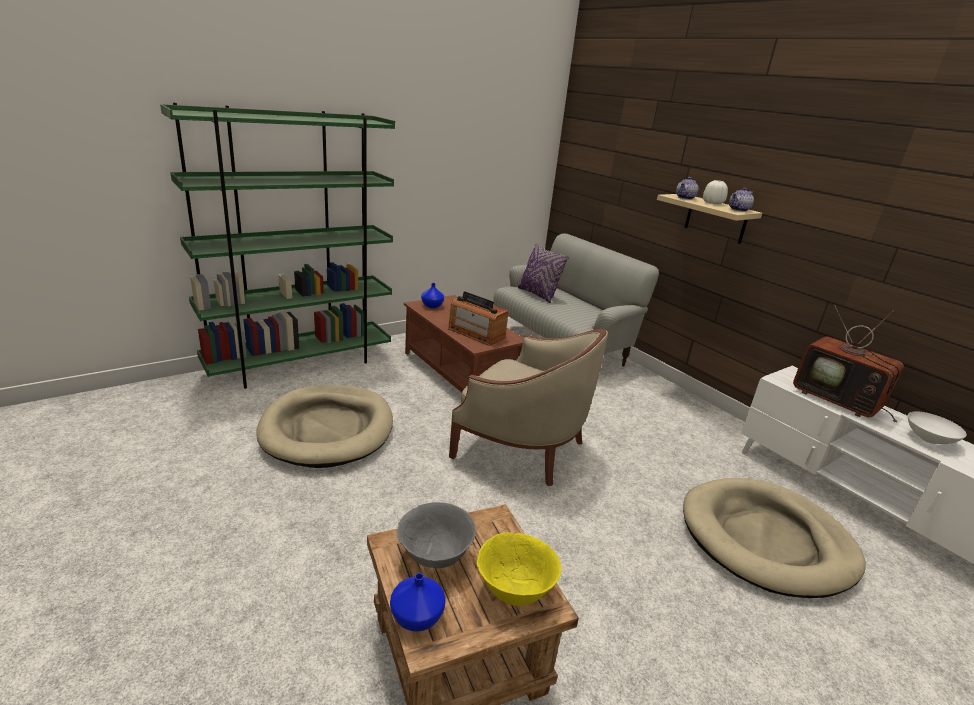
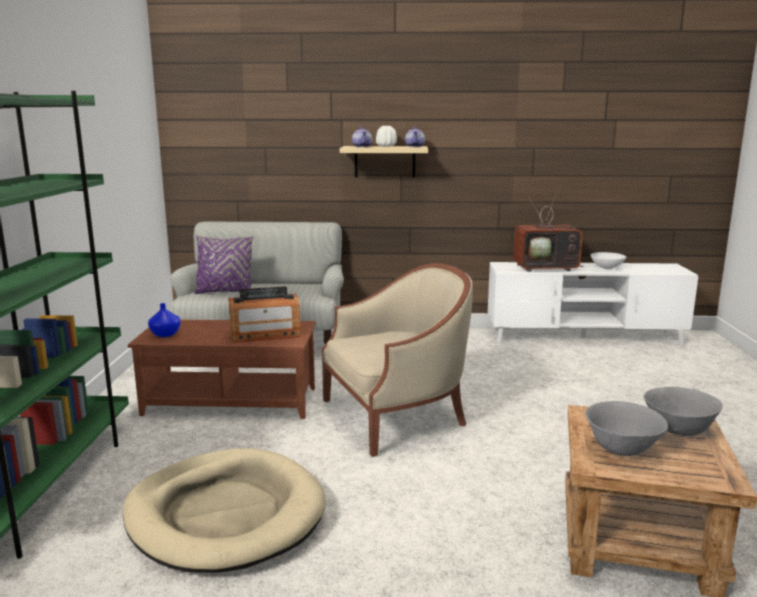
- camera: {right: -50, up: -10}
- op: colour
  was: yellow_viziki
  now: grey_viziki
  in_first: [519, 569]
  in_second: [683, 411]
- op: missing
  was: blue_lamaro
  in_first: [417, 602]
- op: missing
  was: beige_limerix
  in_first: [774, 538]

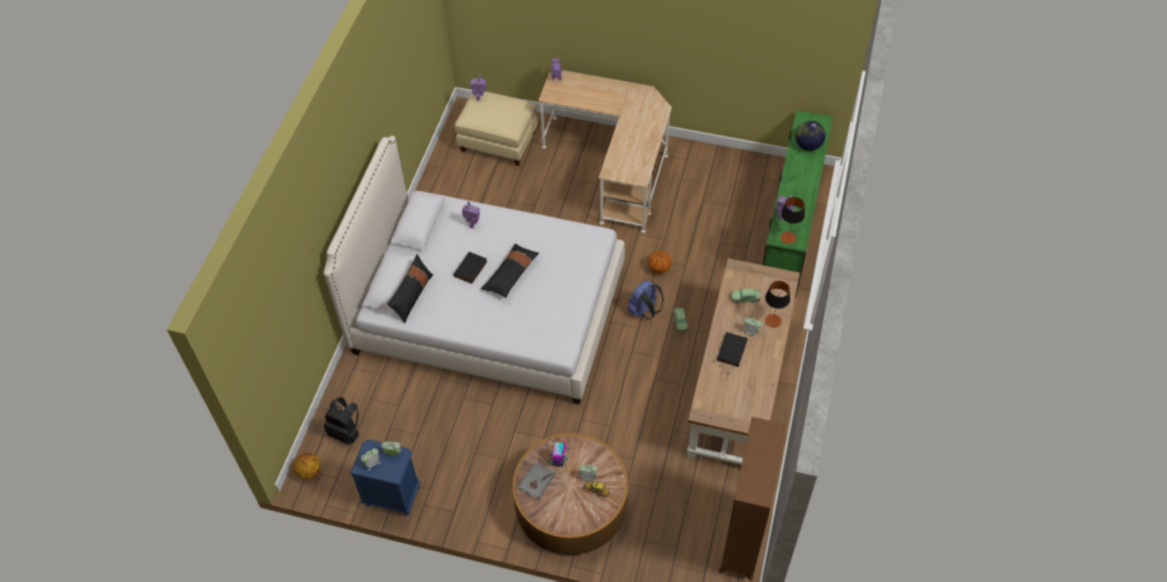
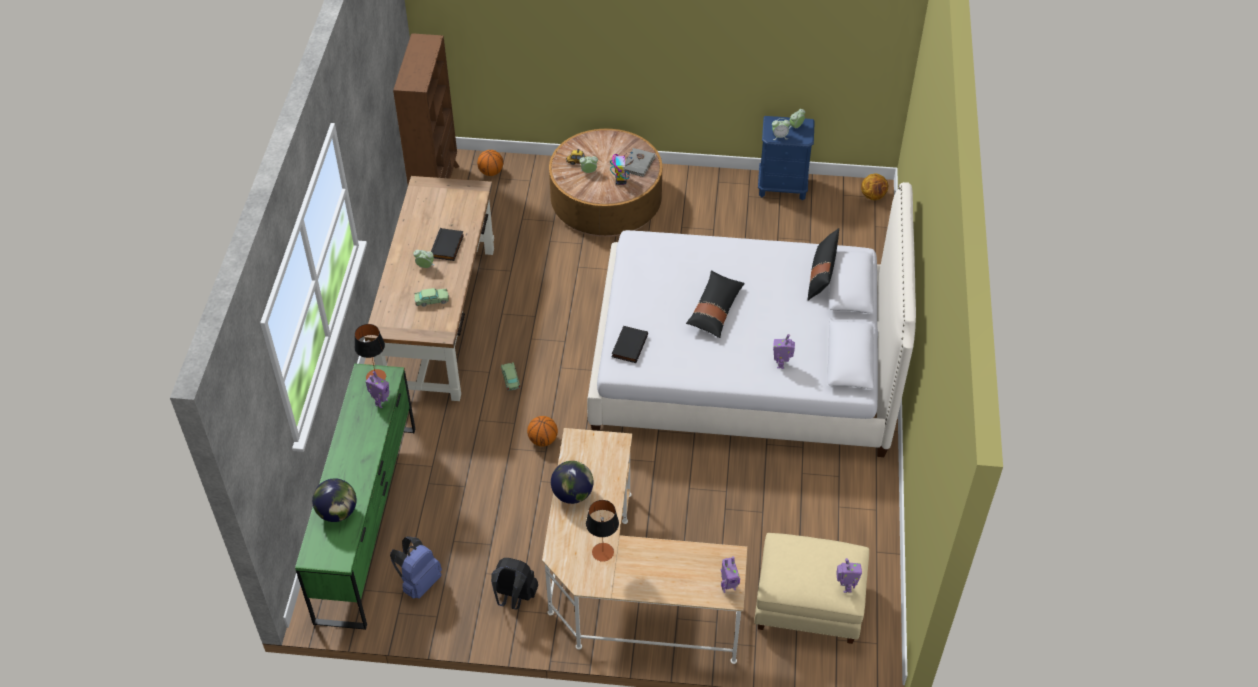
- camera: {right: 170, up: -5}
- op: relocated
  was: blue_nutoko
  in_first: [646, 299]
  in_second: [416, 567]
- op: appeared
  now: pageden
  in_second: [490, 163]
- op: relocated
  was: black_nutoko
  in_first: [341, 421]
  in_second: [514, 583]
- op: appeared
  now: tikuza
  in_second: [572, 482]
- op: relocated
  was: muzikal
  in_first: [777, 304]
  in_second: [602, 531]
- op: relocated
  was: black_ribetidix
  in_first: [470, 268]
  in_second: [630, 344]

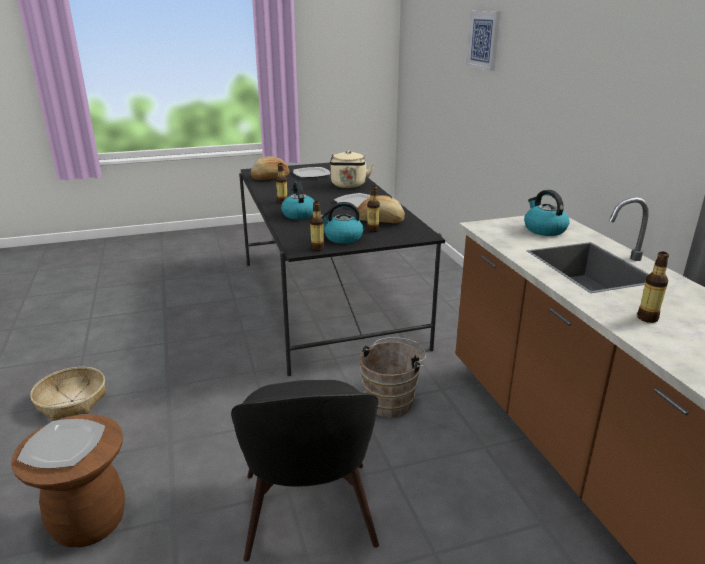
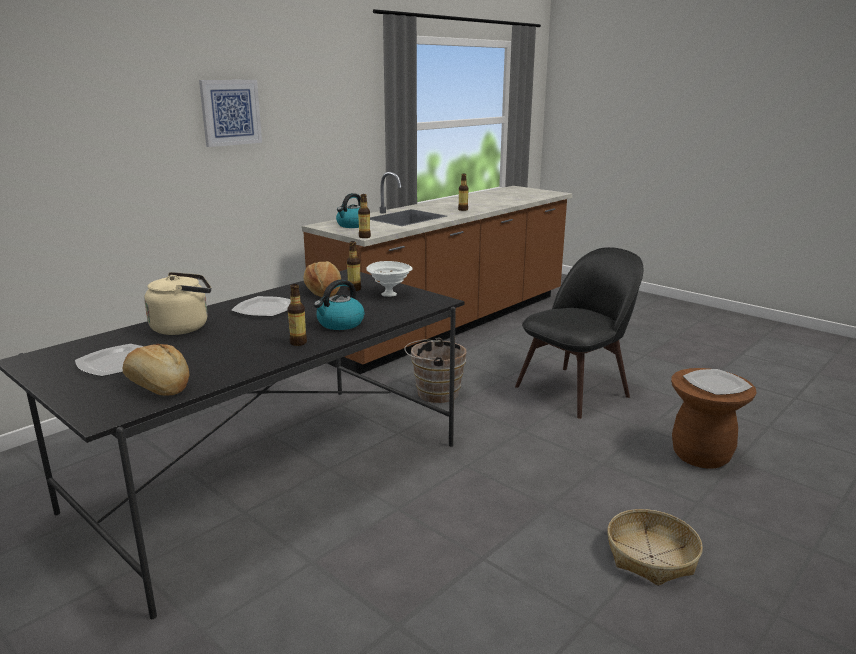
- camera: {right: -120, up: -5}
- op: relocated
  was: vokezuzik
  in_first: [483, 41]
  in_second: [230, 113]
- op: relocated
  was: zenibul
  in_first: [317, 226]
  in_second: [364, 216]
- op: exchanged
  was: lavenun
  now: white_viziki
  in_first: [342, 223]
  in_second: [389, 279]

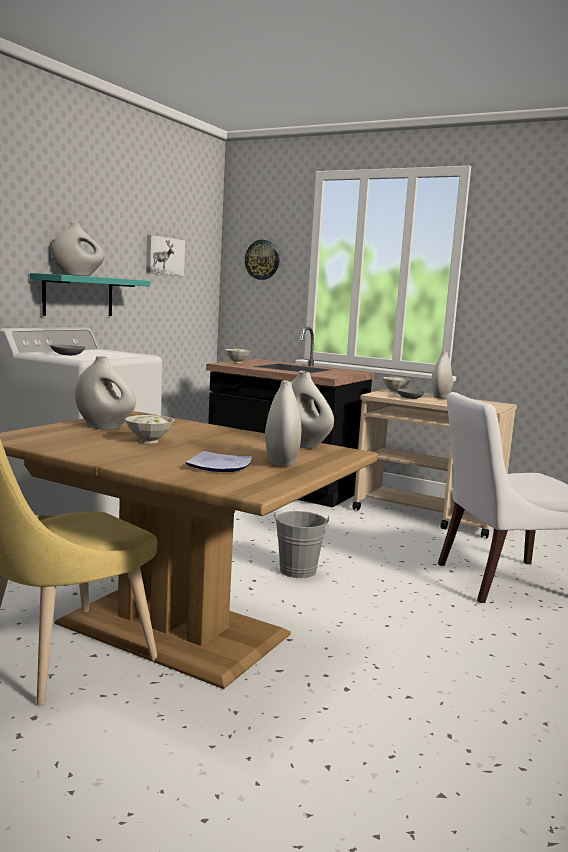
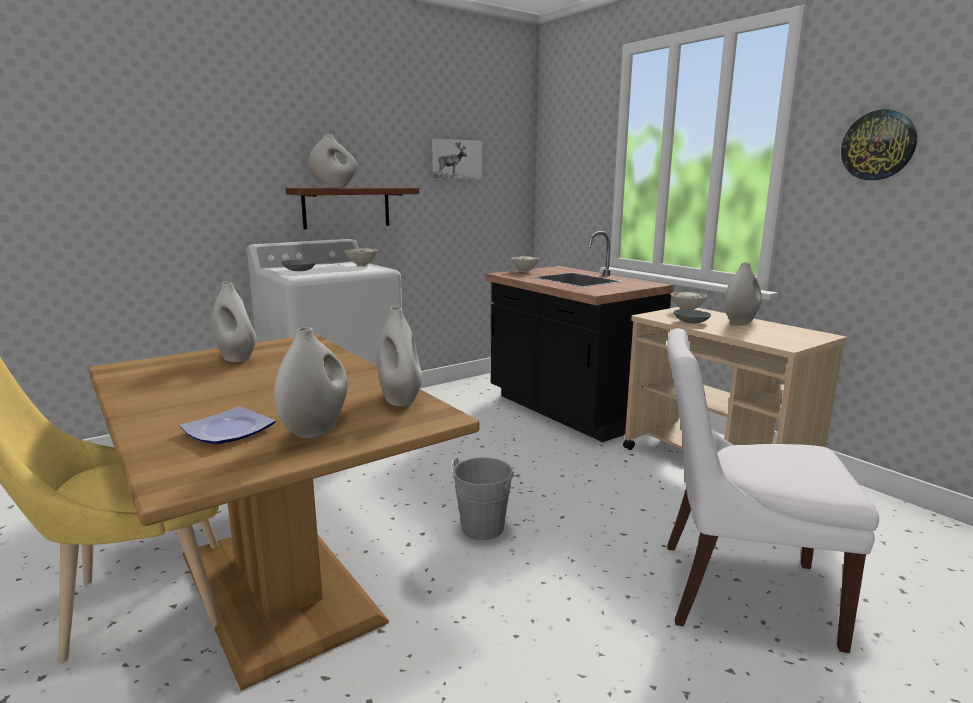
- camera: {right: 25, up: 5}
- op: colour
  was: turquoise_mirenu
  now: brown_mirenu
  in_first: [90, 294]
  in_second: [352, 208]
- op: relocated
  was: white_viziki
  in_first: [149, 429]
  in_second: [361, 257]
- op: relocated
  was: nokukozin
  in_first: [262, 260]
  in_second: [879, 144]

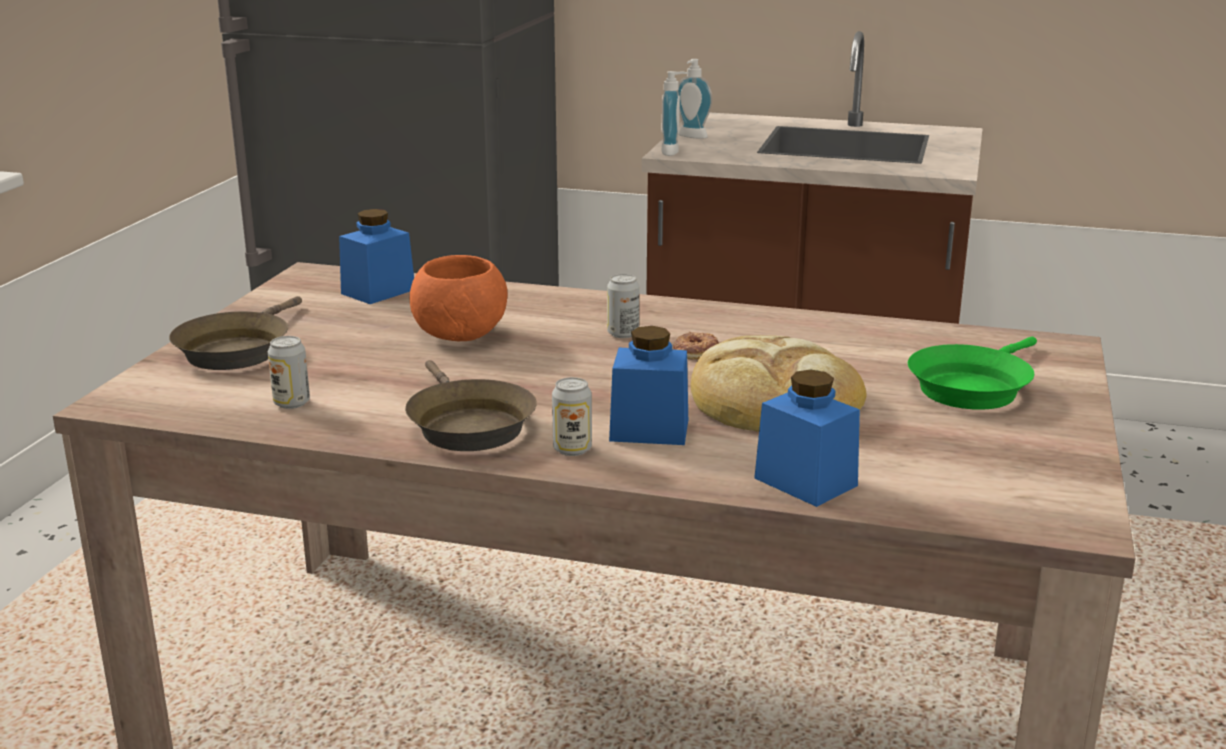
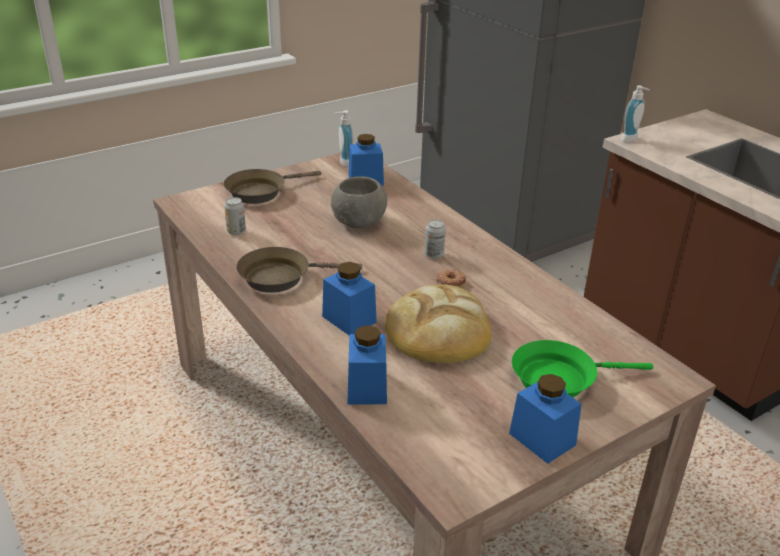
- camera: {right: 40, up: 10}
- op: spun
  was: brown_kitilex
  in_first: [471, 405]
  in_second: [299, 270]
  clockwise: 60
- op: colour
  was: orange_viziki
  now: grey_viziki
  in_first: [459, 298]
  in_second: [359, 202]
- op: relocated
  was: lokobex
  in_first: [695, 99]
  in_second: [343, 139]
- op: appeared
  now: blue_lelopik
  in_second: [545, 419]
- op: missing
  was: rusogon
  in_first: [572, 416]

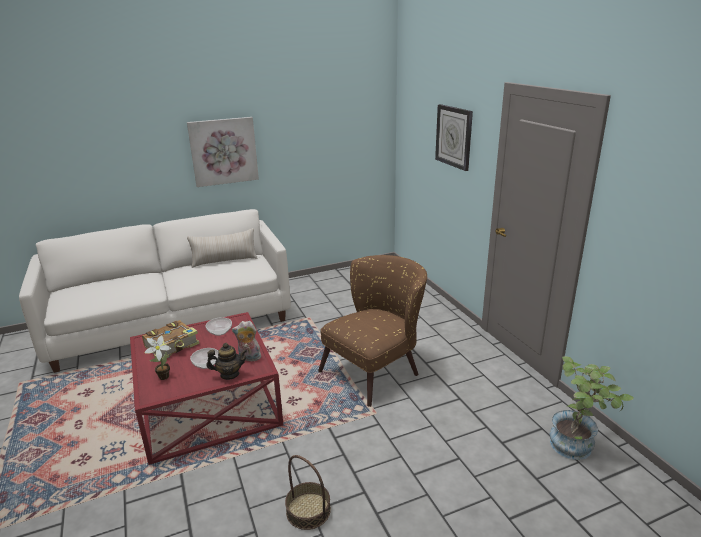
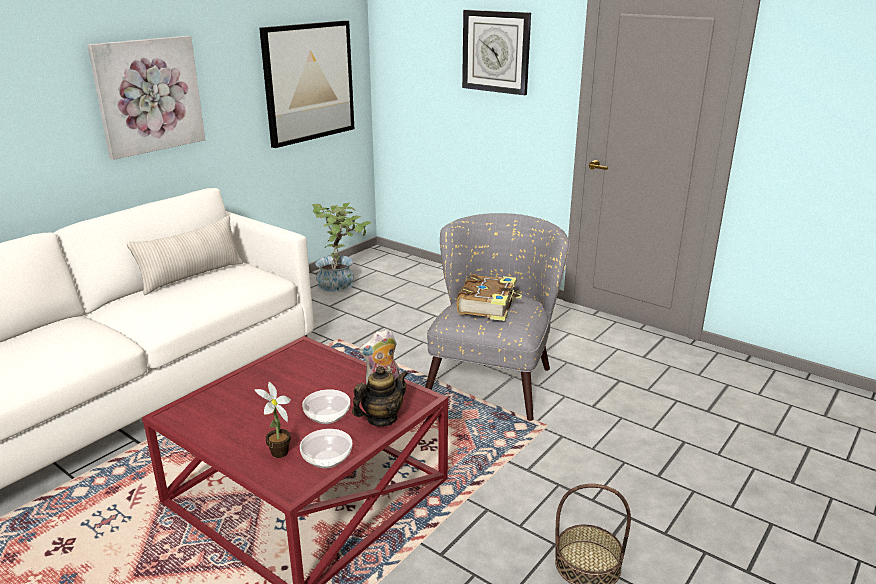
- camera: {right: -30, up: 0}
- op: appeared
  now: vokezuzik
  in_second: [306, 84]
- op: relocated
  was: viziki
  in_first: [219, 326]
  in_second: [326, 448]
- op: relocated
  was: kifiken
  in_first: [591, 408]
  in_second: [342, 246]
- op: colour
  was: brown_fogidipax
  now: grey_fogidipax
  in_first: [372, 331]
  in_second: [497, 317]
- op: relocated
  was: ribetidix
  in_first: [171, 340]
  in_second: [489, 297]

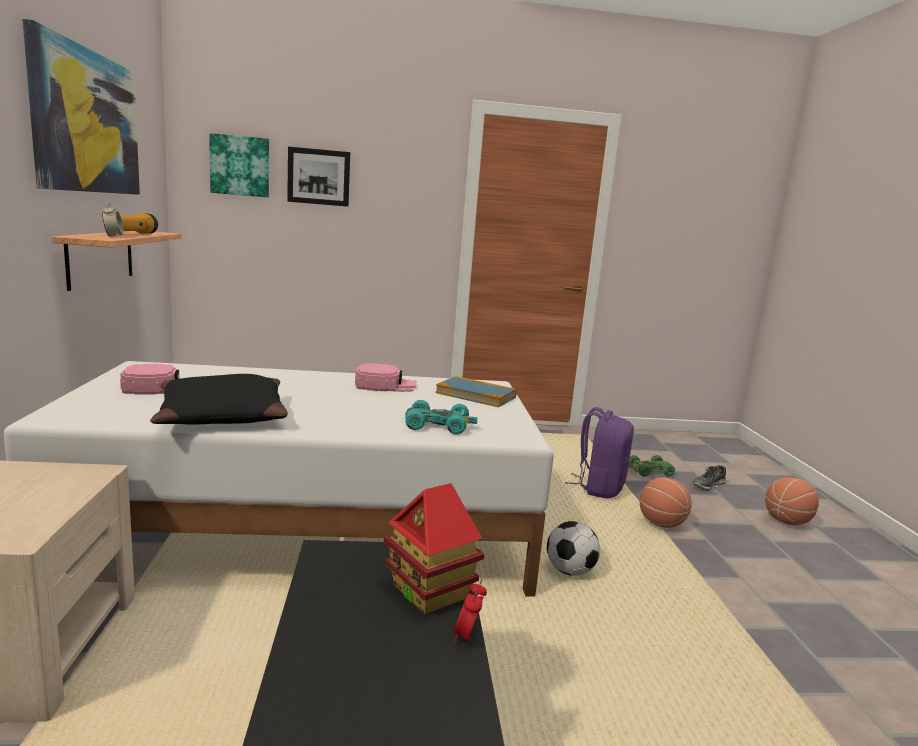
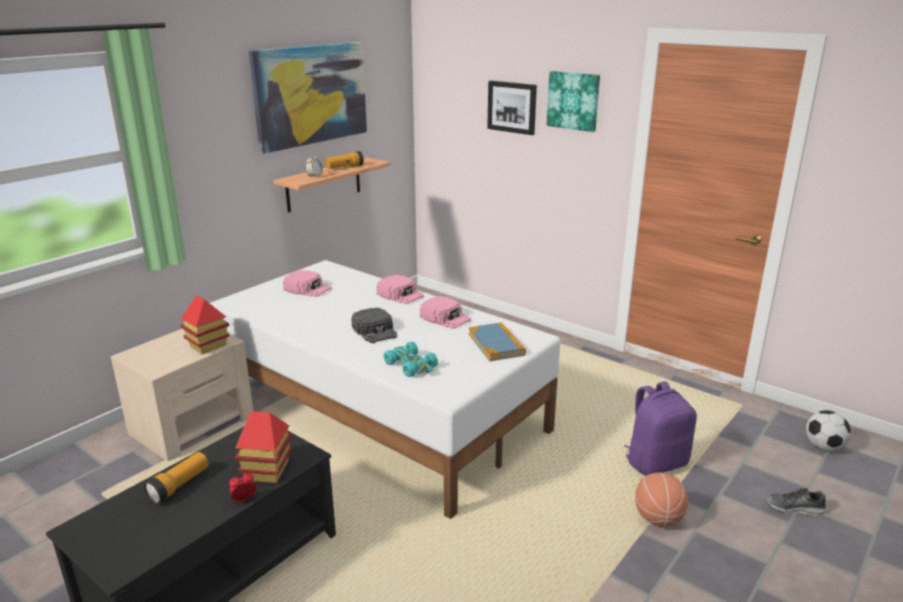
- camera: {right: 45, up: 10}
- op: appeared
  now: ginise
  in_second: [176, 478]
- op: appeared
  now: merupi
  in_second: [205, 324]
- op: appeared
  now: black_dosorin
  in_second: [374, 325]
- op: appeared
  now: pink_dosorin
  in_second: [400, 289]
- op: relocated
  was: vokezuzik
  in_first: [239, 165]
  in_second: [573, 101]
- op: relocated
  was: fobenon
  in_first: [573, 548]
  in_second: [828, 430]
- op: missing
  was: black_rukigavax
  in_first: [219, 399]
- op: missing
  was: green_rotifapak
  in_first: [651, 466]
- op: missing
  was: pageden
  in_first: [792, 501]

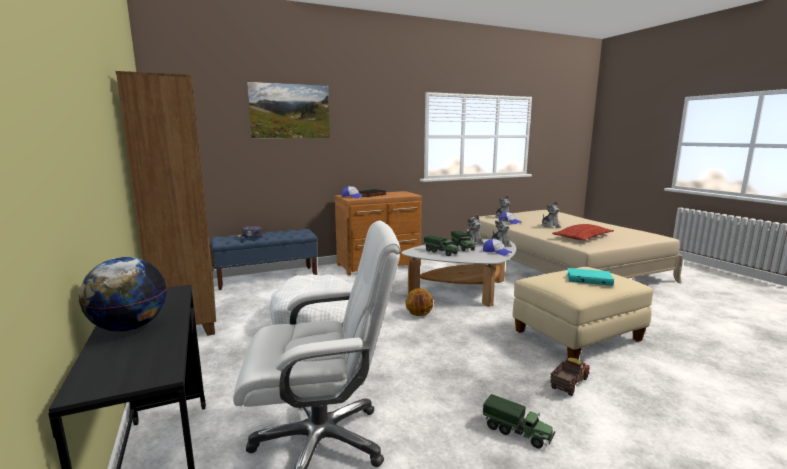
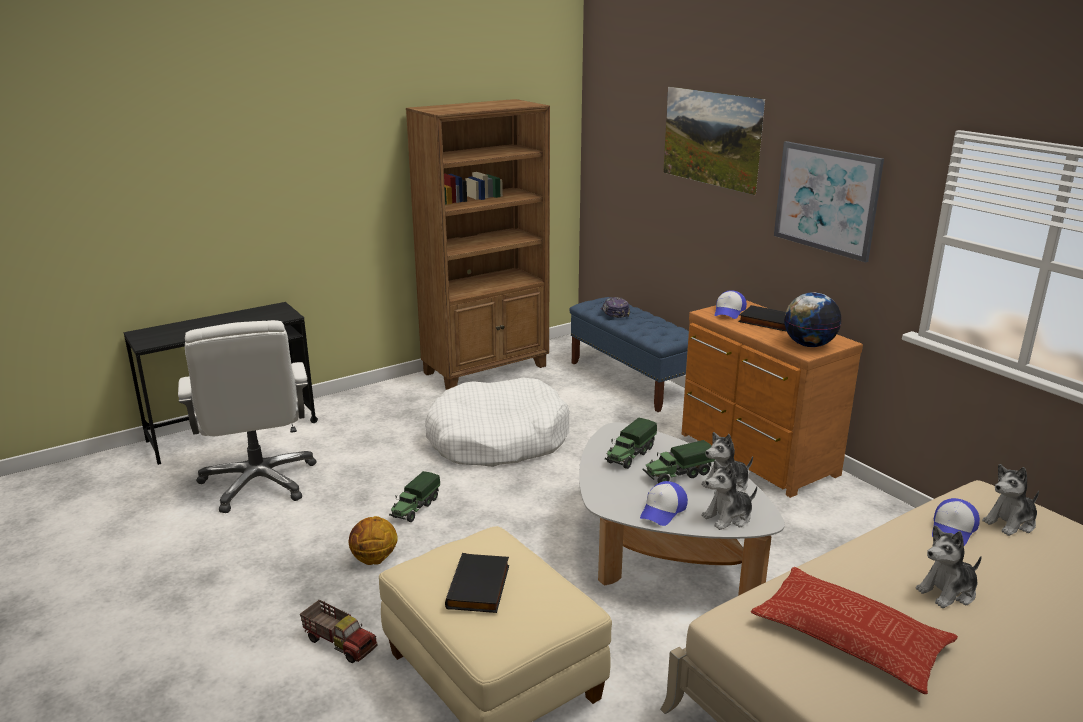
- camera: {right: 80, up: 10}
- op: relocated
  was: pageden
  in_first: [419, 302]
  in_second: [373, 540]
- op: relocated
  was: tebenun
  in_first: [519, 421]
  in_second: [414, 496]
- op: colour
  was: turquoise_ribetidix
  now: black_ribetidix
  in_first: [590, 277]
  in_second: [477, 583]
- op: appeared
  now: vokezuzik
  in_second: [829, 202]
- op: relocated
  was: tikuza
  in_first: [122, 294]
  in_second: [812, 319]

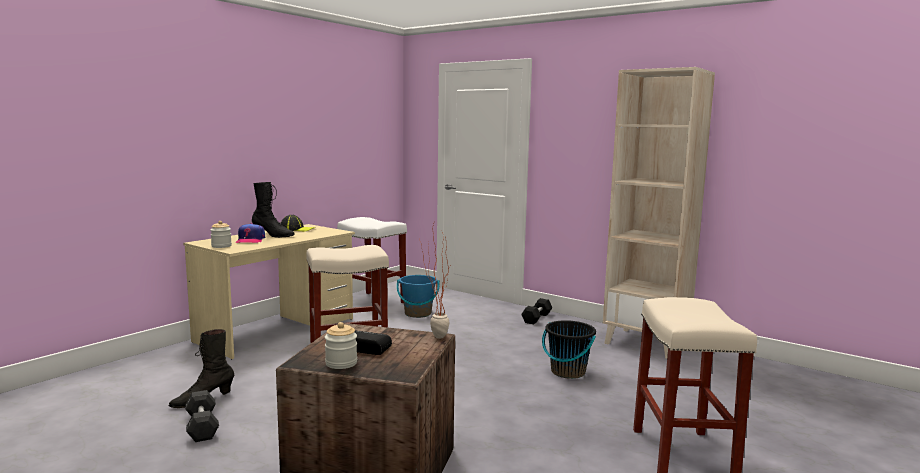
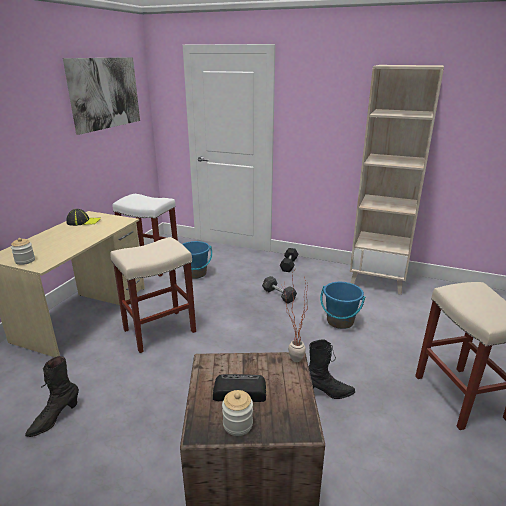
- camera: {right: -15, up: 15}
- op: appeared
  now: vokezuzik
  in_second: [101, 96]
- op: relocated
  was: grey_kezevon
  in_first: [202, 416]
  in_second: [279, 289]
- op: relocated
  was: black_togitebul
  in_first: [273, 210]
  in_second: [332, 369]
- op: colour
  was: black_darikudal
  now: blue_darikudal
  in_first: [569, 349]
  in_second: [342, 305]
- op: missing
  was: dosorin
  in_first: [250, 233]

